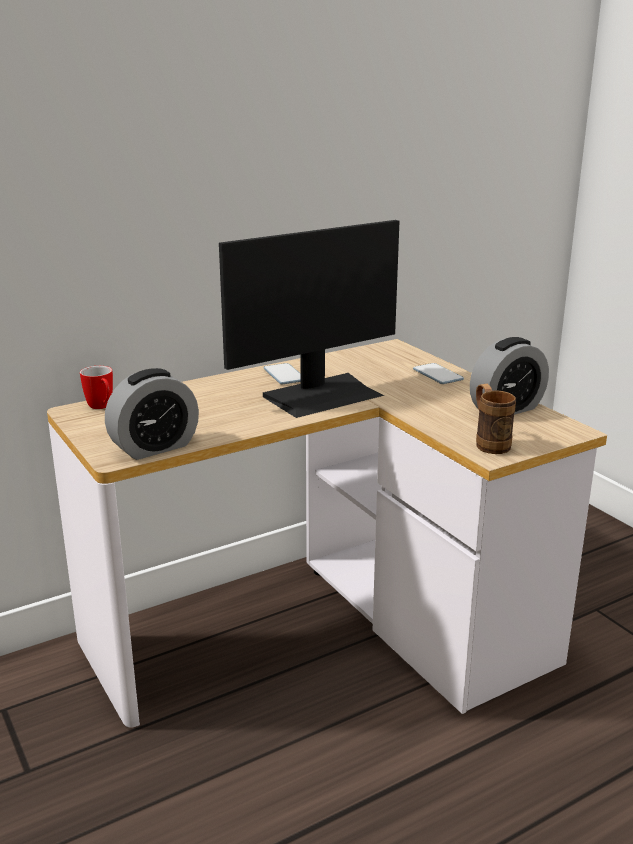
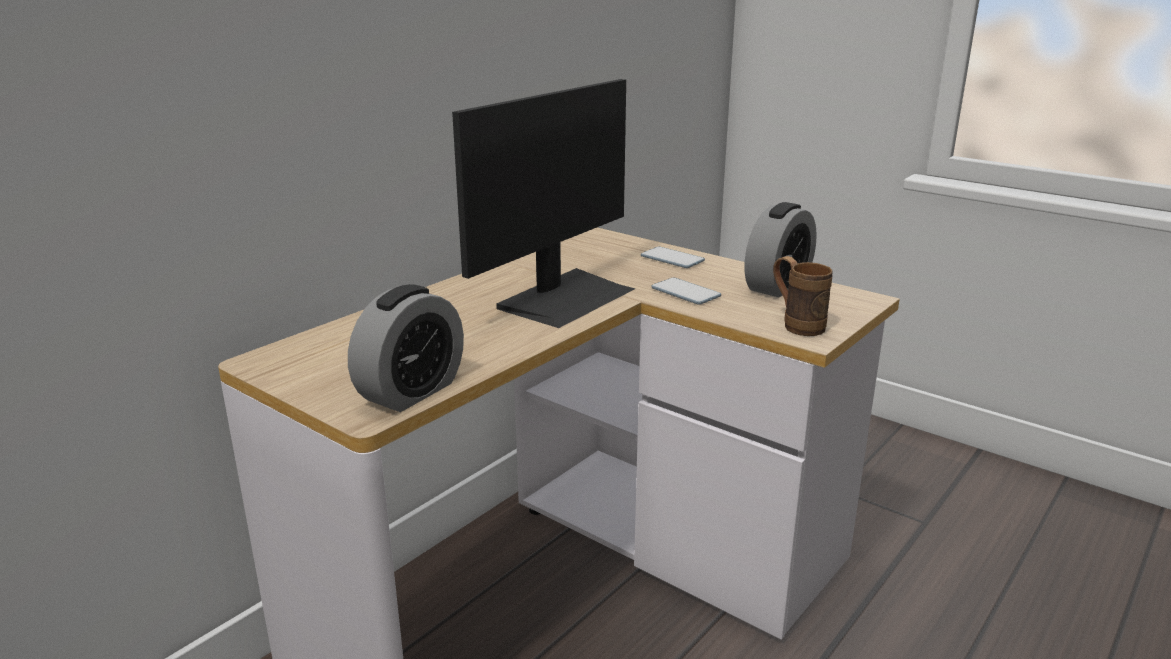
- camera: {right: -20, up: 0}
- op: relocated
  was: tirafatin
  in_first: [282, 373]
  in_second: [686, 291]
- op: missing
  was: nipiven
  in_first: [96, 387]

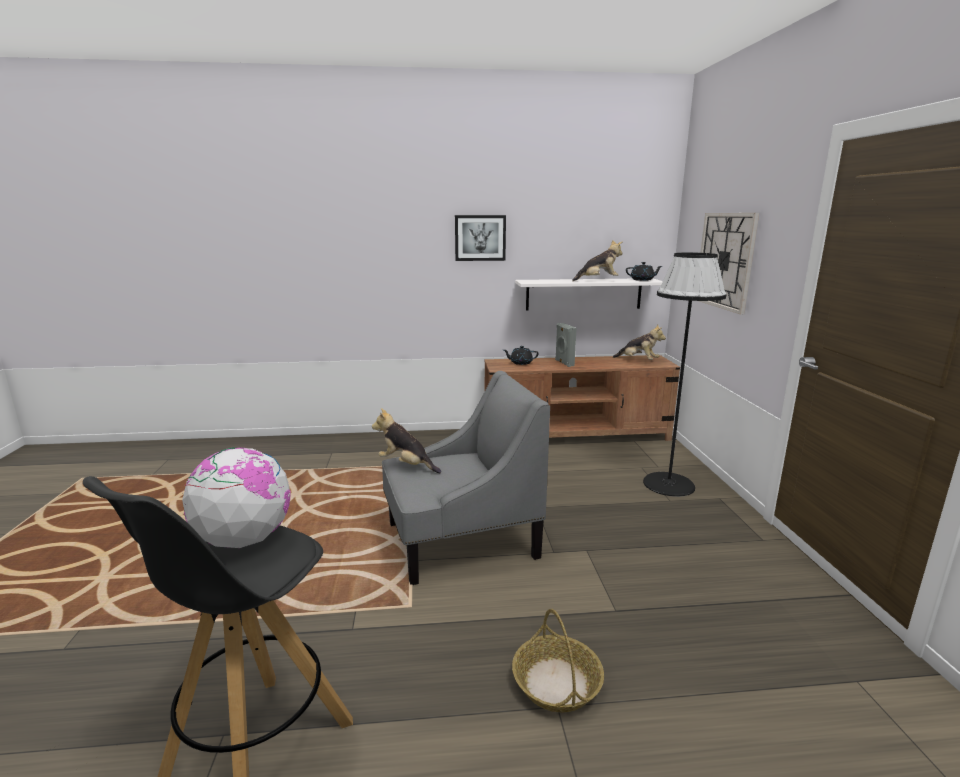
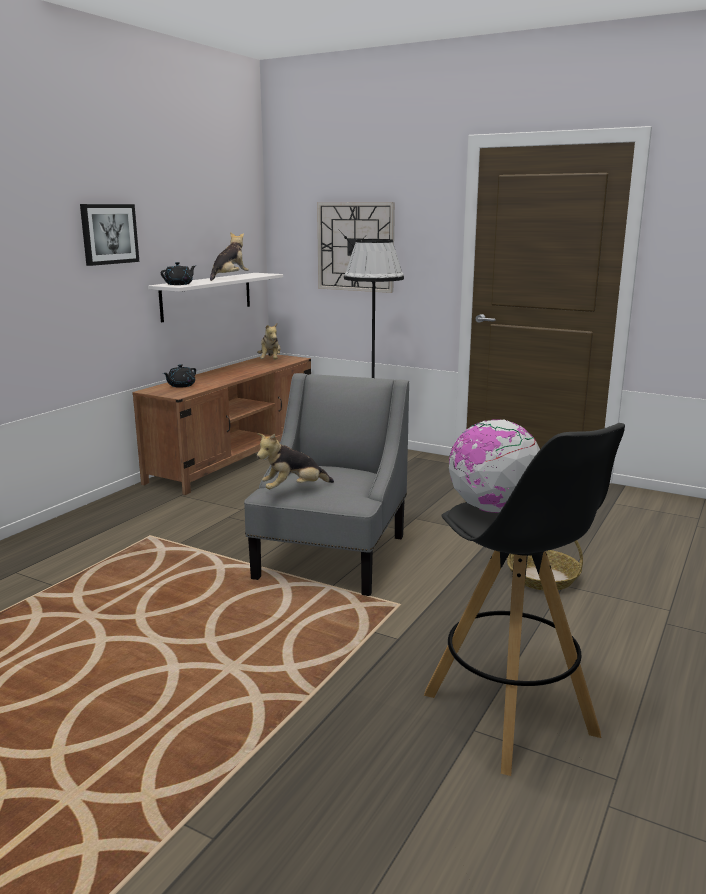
- camera: {right: -55, up: 0}
- op: relocated
  was: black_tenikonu
  in_first: [644, 271]
  in_second: [178, 273]
- op: spun
  was: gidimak
  in_first: [639, 342]
  in_second: [269, 341]
  clockwise: 105
- op: missing
  was: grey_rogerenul
  in_first: [566, 345]

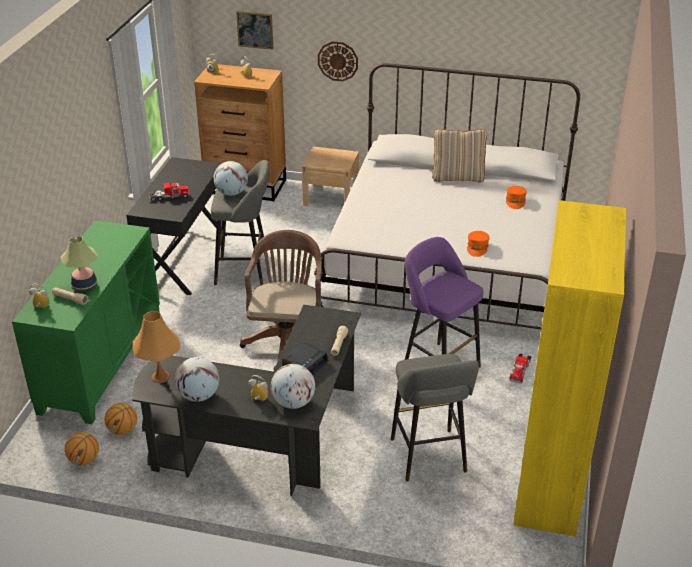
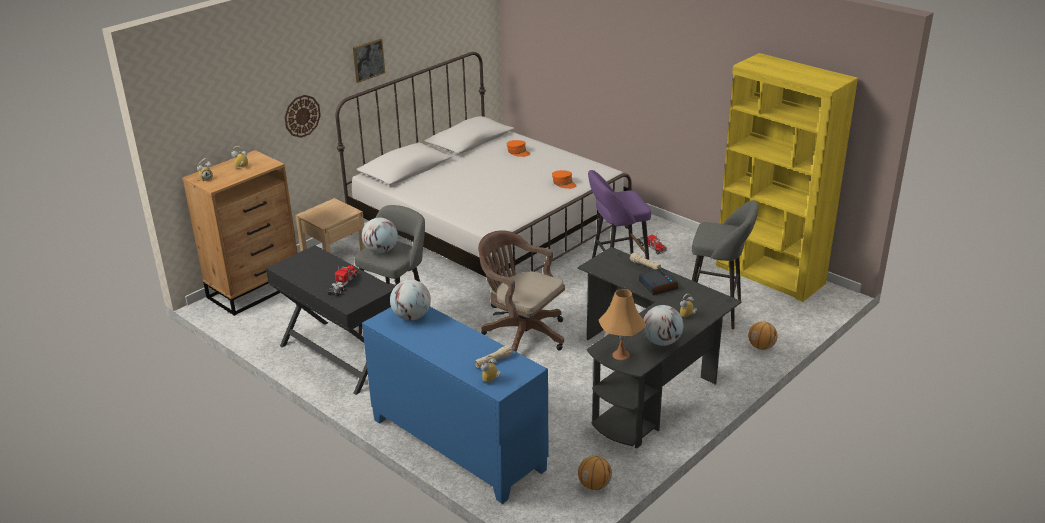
- camera: {right: -60, up: -5}
- op: relocated
  was: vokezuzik
  in_first: [254, 30]
  in_second: [369, 61]
- op: colour
  was: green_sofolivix
  now: blue_sofolivix
  in_first: [86, 322]
  in_second: [455, 405]
- op: relocated
  was: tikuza
  in_first: [293, 386]
  in_second: [410, 300]
- op: relocated
  was: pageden
  in_first: [120, 419]
  in_second: [763, 335]
- op: missing
  was: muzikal
  in_first: [79, 263]
- op: missing
  was: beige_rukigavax
  in_first: [459, 155]

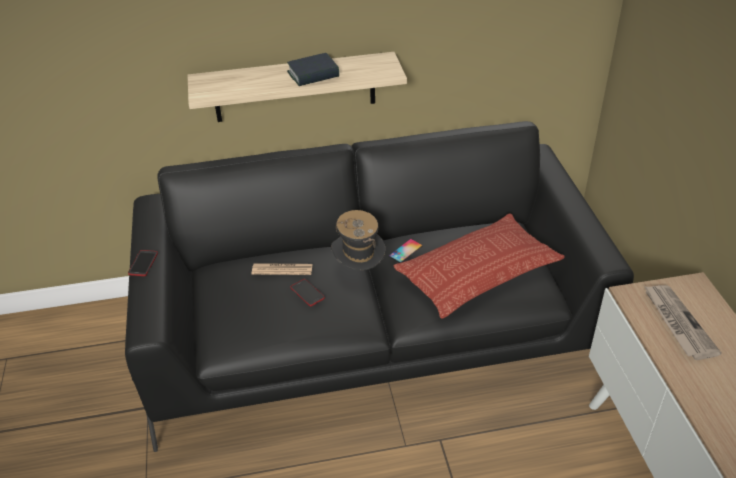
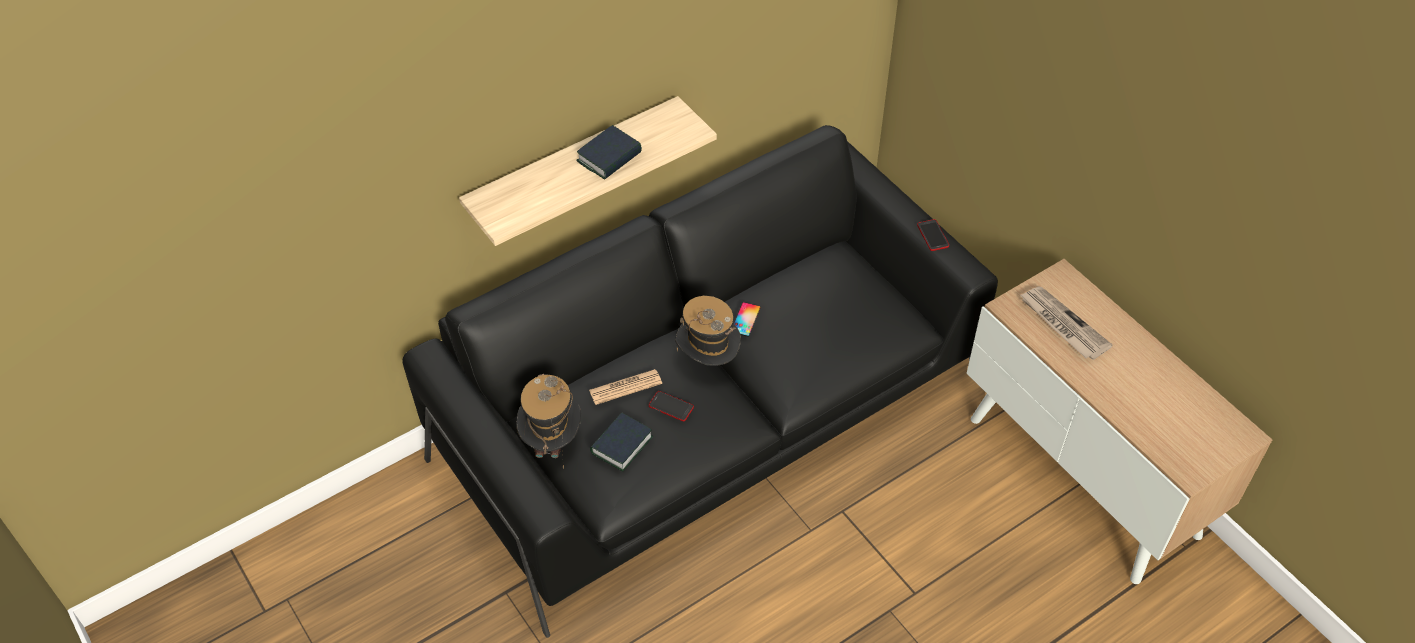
- camera: {right: -25, up: 10}
- op: appeared
  now: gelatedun
  in_second: [548, 421]
- op: appeared
  now: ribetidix
  in_second: [621, 441]
- op: relocated
  was: tirafatin
  in_first: [143, 263]
  in_second: [933, 235]
- op: missing
  was: rukigavax
  in_first: [479, 266]

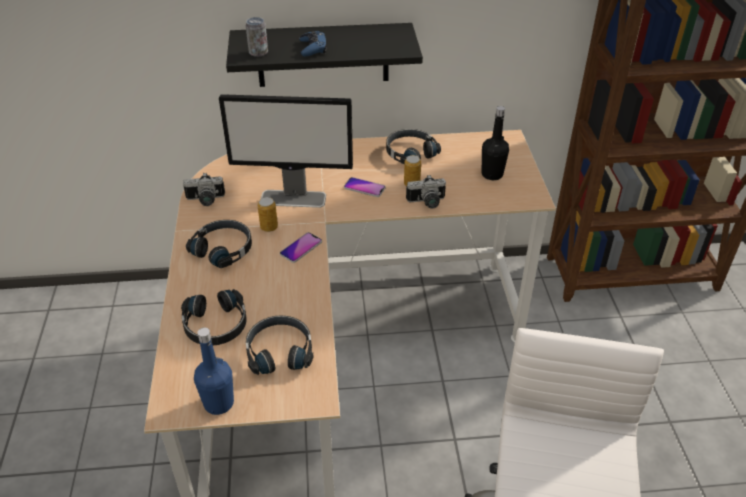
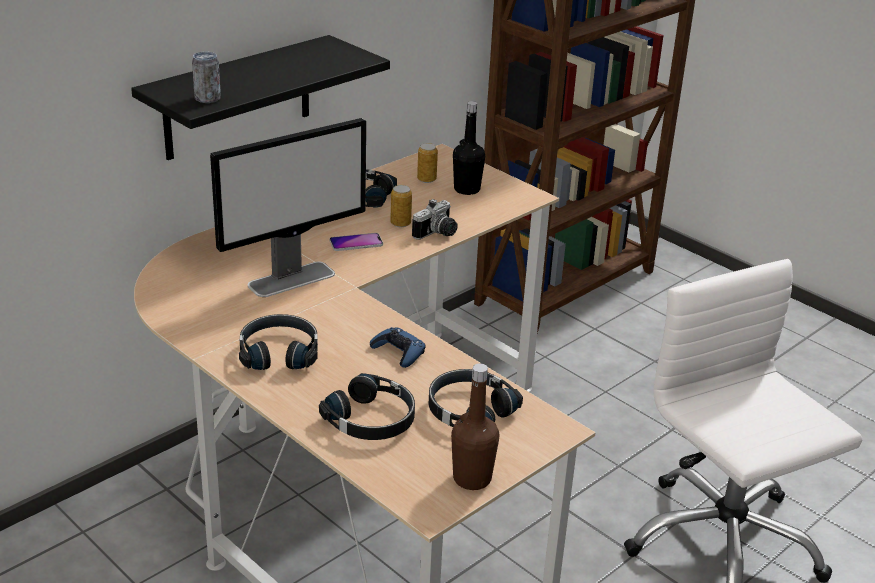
- camera: {right: -40, up: -10}
- op: relocated
  was: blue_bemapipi
  in_first: [313, 43]
  in_second: [398, 347]
- op: relocated
  was: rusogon
  in_first: [268, 214]
  in_second: [427, 163]
- op: colour
  was: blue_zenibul
  now: brown_zenibul
  in_first: [214, 371]
  in_second: [475, 426]
- op: missing
  was: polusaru
  in_first: [204, 189]
- op: missing
  was: tirafatin
  in_first: [301, 247]

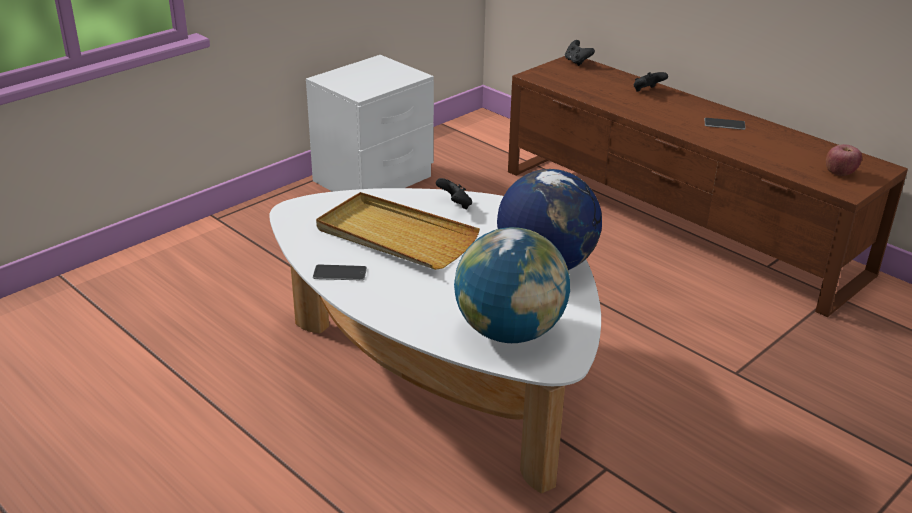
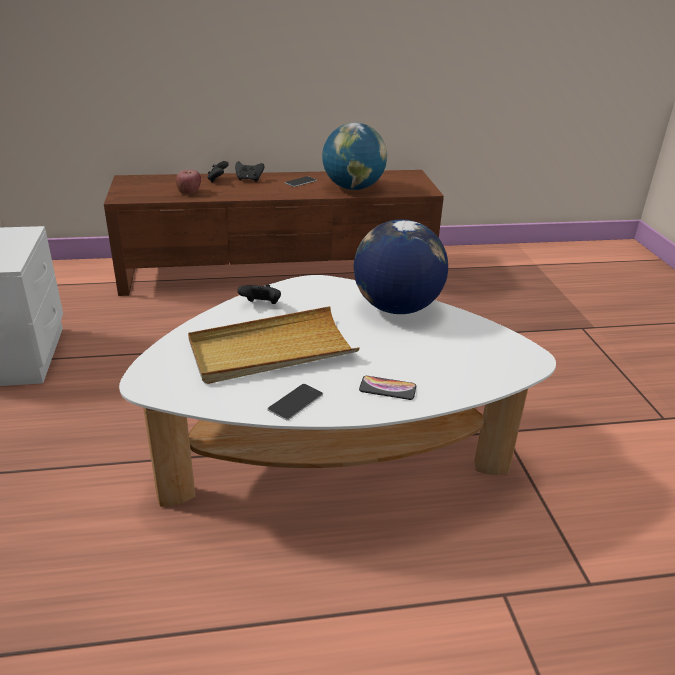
- camera: {right: -55, up: 0}
- op: relocated
  was: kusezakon
  in_first: [844, 160]
  in_second: [188, 182]
- op: relocated
  was: black_bemapipi
  in_first: [580, 53]
  in_second: [250, 171]
- op: relocated
  was: tikuza
  in_first: [512, 285]
  in_second: [354, 156]
- op: appeared
  now: tirafatin
  in_second: [387, 388]

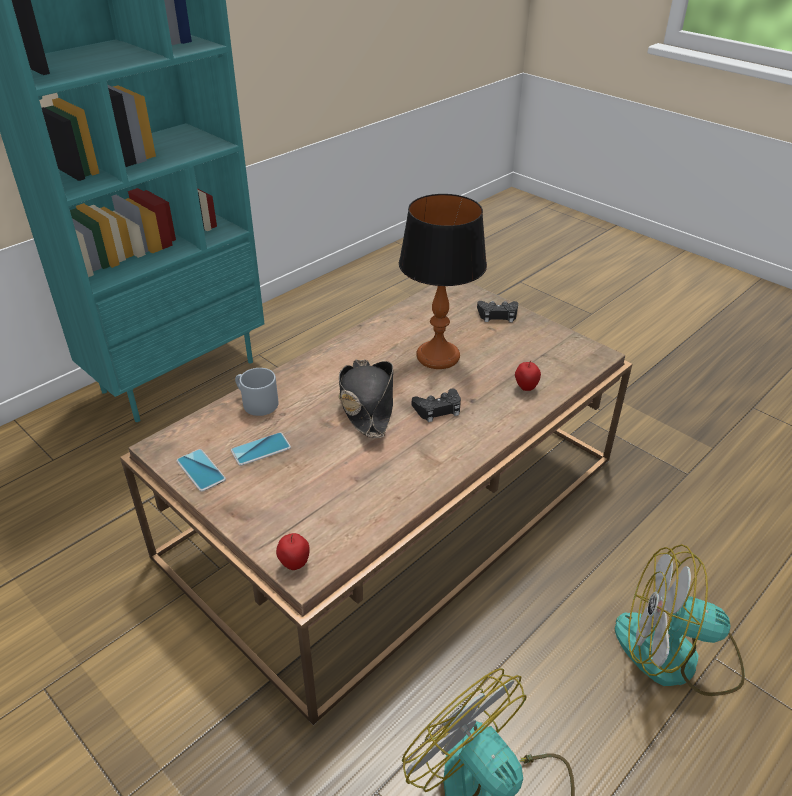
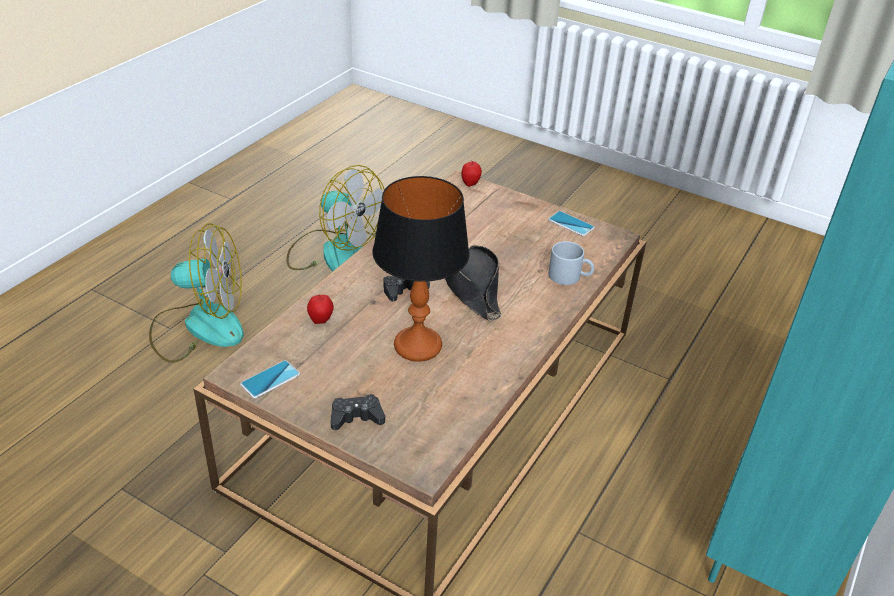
- camera: {right: 165, up: 0}
- op: relocated
  was: tirafatin
  in_first: [261, 449]
  in_second: [270, 379]

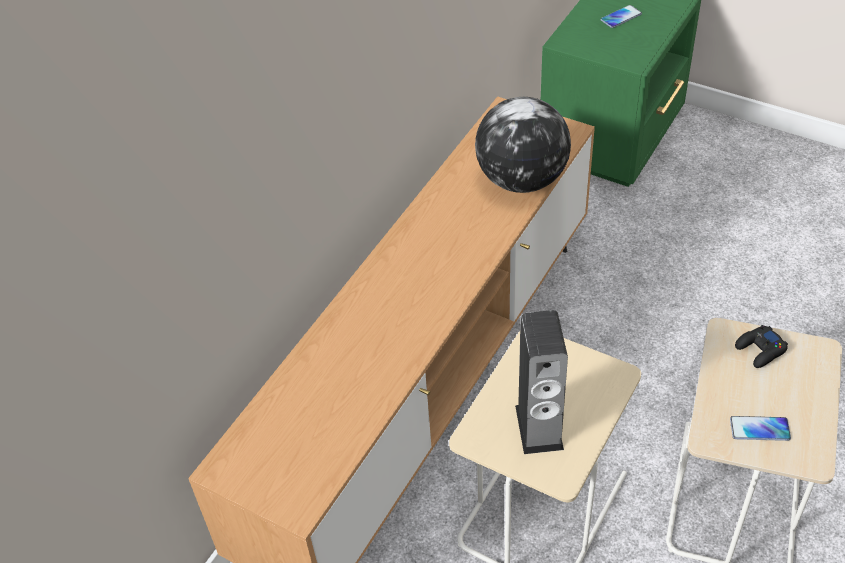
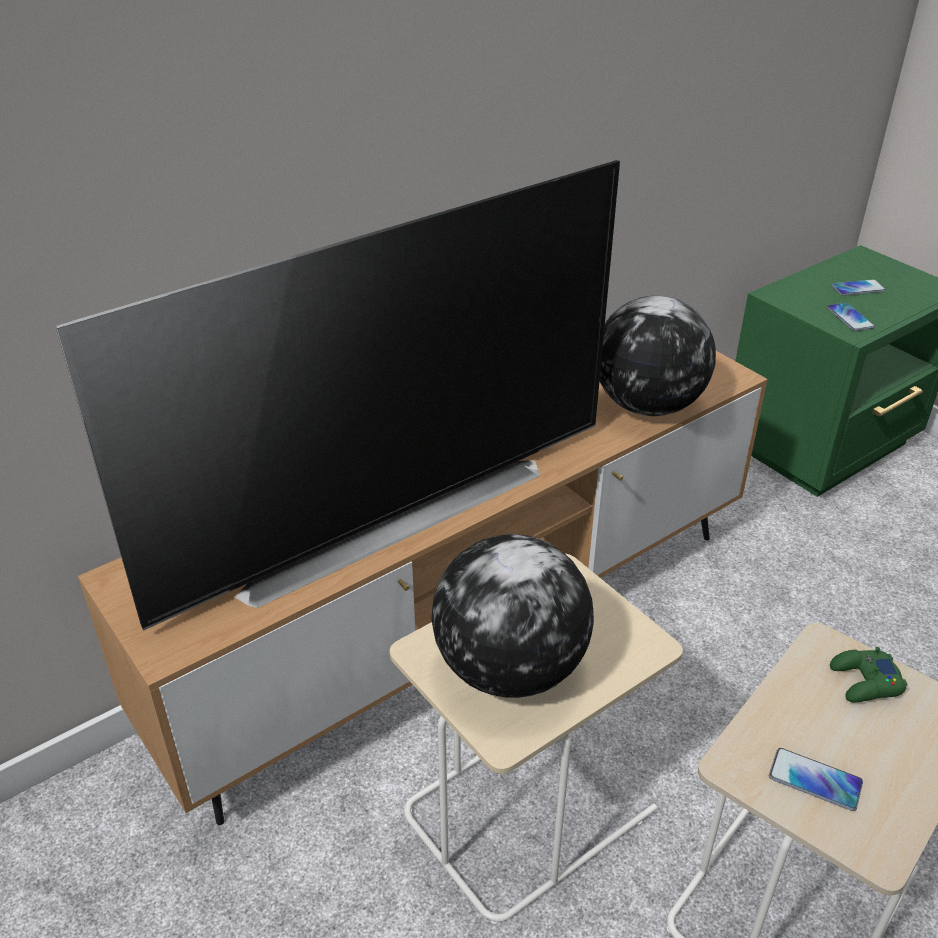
- camera: {right: 20, up: -10}
- op: appeared
  now: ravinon
  in_second: [338, 395]
- op: exchanged
  was: rogerenul
  now: tikuza
  in_first: [541, 382]
  in_second: [512, 616]
- op: appeared
  now: tirafatin
  in_second: [851, 317]
- op: colour
  was: black_bemapipi
  now: green_bemapipi
  in_first: [761, 346]
  in_second: [869, 674]

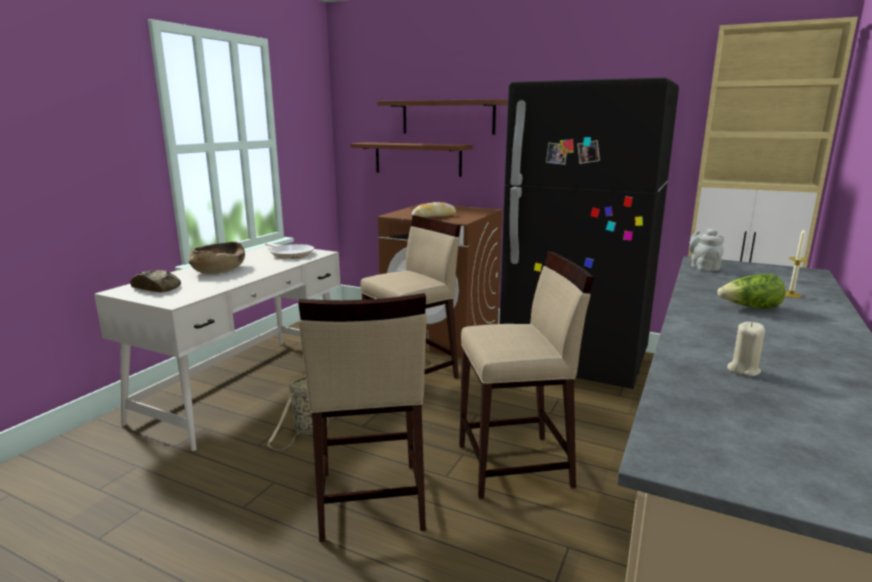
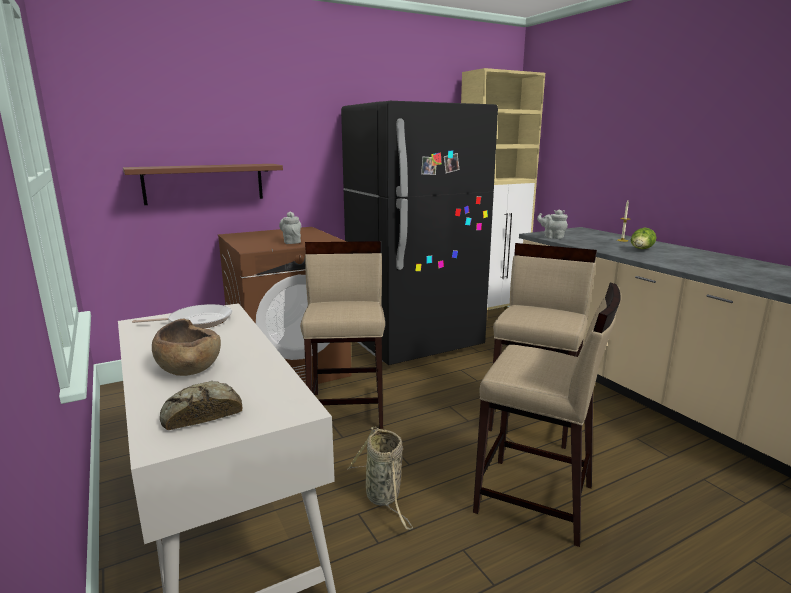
- camera: {right: -55, up: 0}
- op: exchanged
  was: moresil
  now: grey_tenikonu
  in_first: [434, 209]
  in_second: [290, 228]
- op: missing
  was: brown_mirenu
  in_first: [442, 117]
- op: missing
  was: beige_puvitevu
  in_first: [746, 349]

